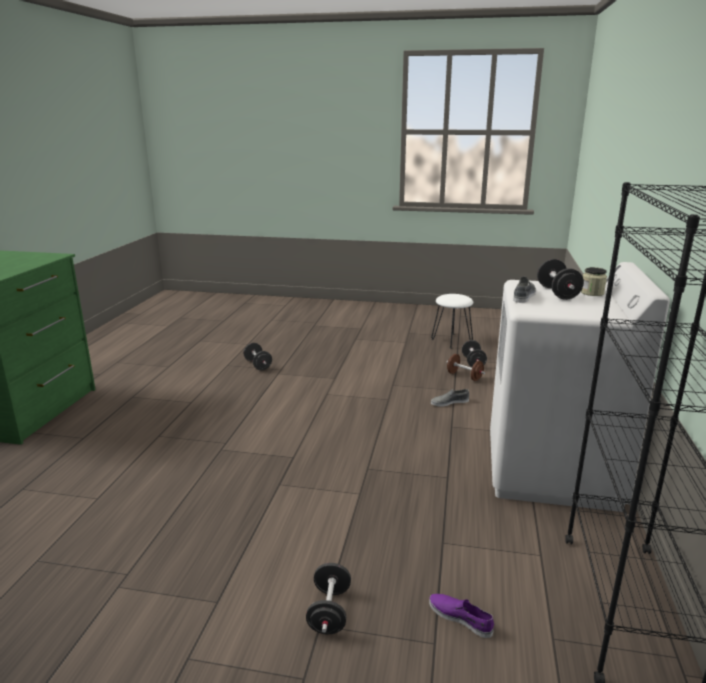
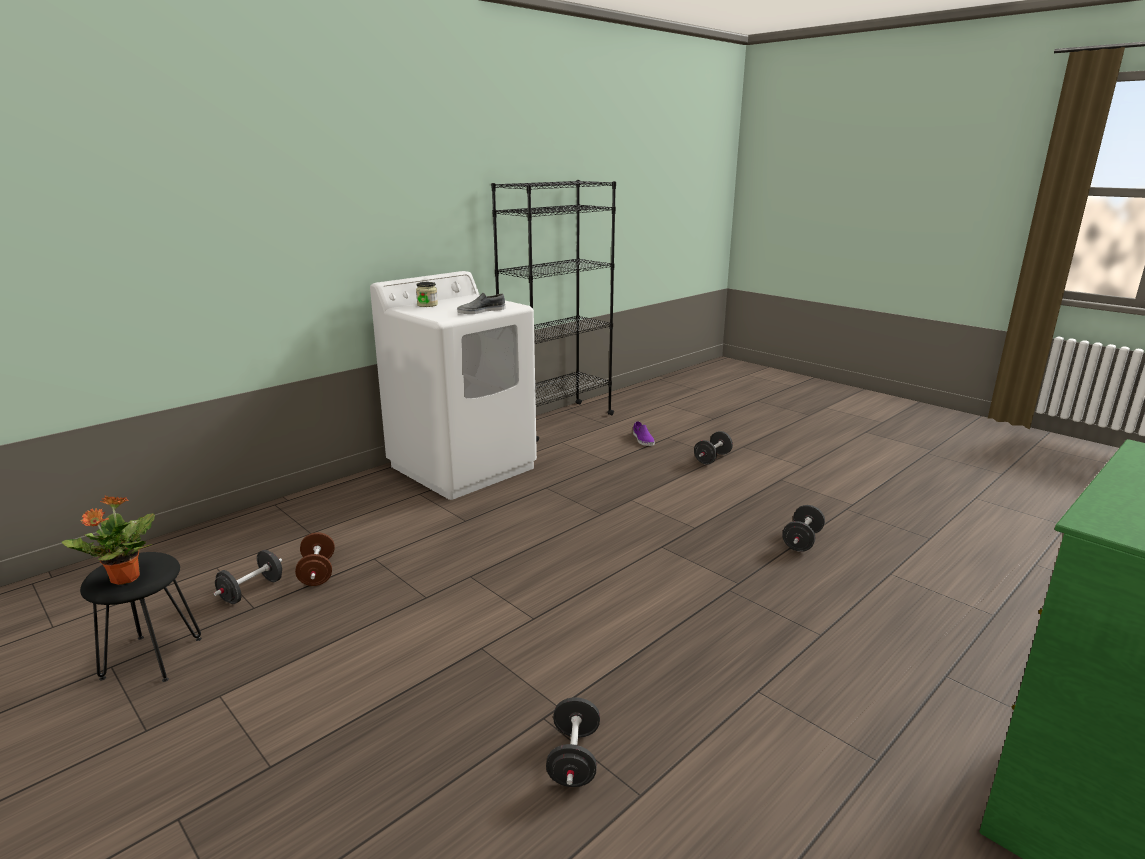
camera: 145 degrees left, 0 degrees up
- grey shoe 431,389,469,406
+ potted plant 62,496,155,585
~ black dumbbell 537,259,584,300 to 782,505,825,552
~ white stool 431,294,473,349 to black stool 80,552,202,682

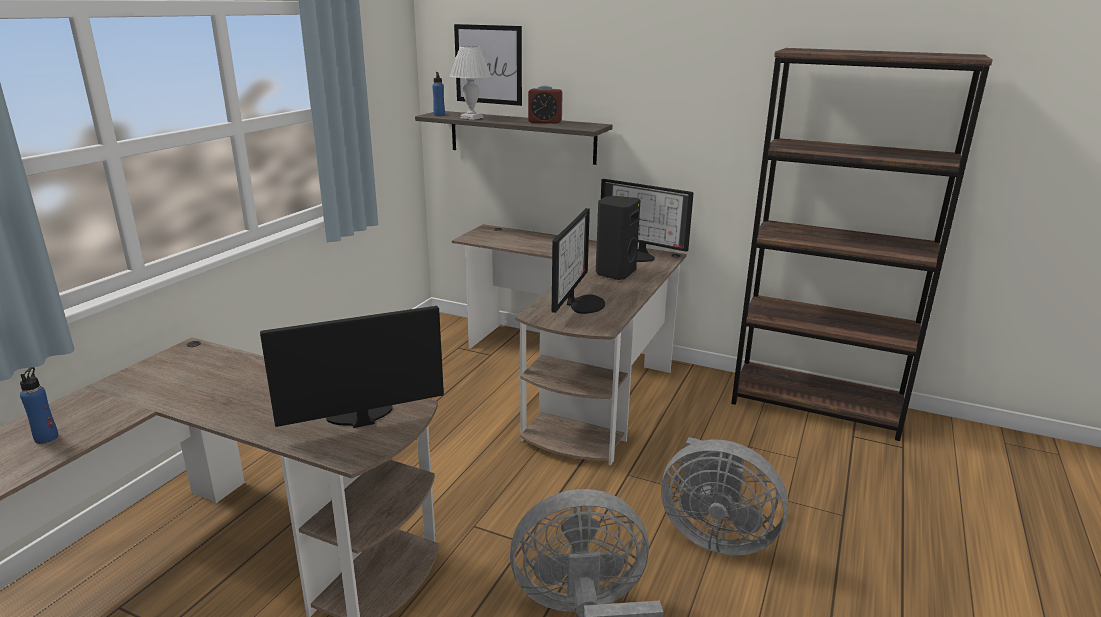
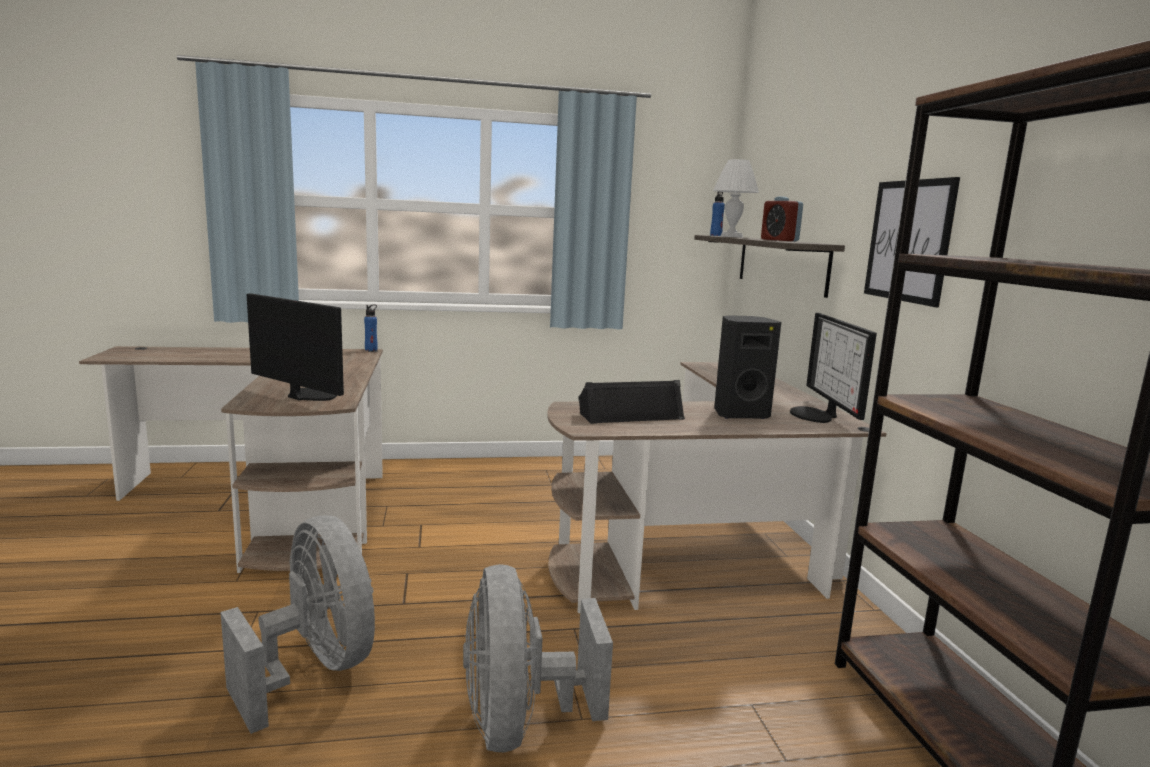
camera: 55 degrees right, 10 degrees down
~ blue bottle 20,367,58,444 to 364,304,378,351
~ picture 454,24,522,106 to 864,177,960,307
~ monitor 552,208,605,314 to black speaker 578,380,685,424

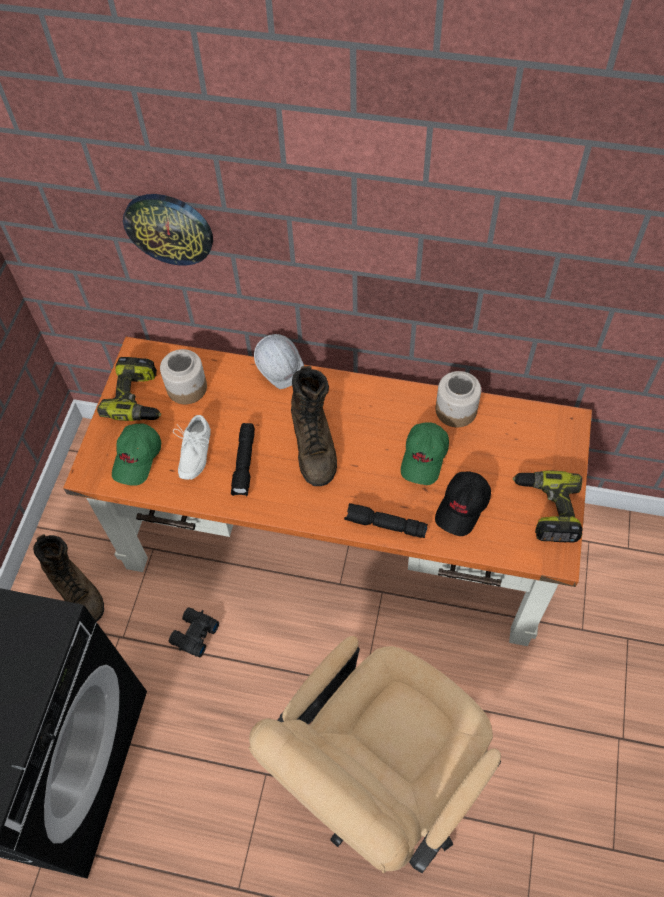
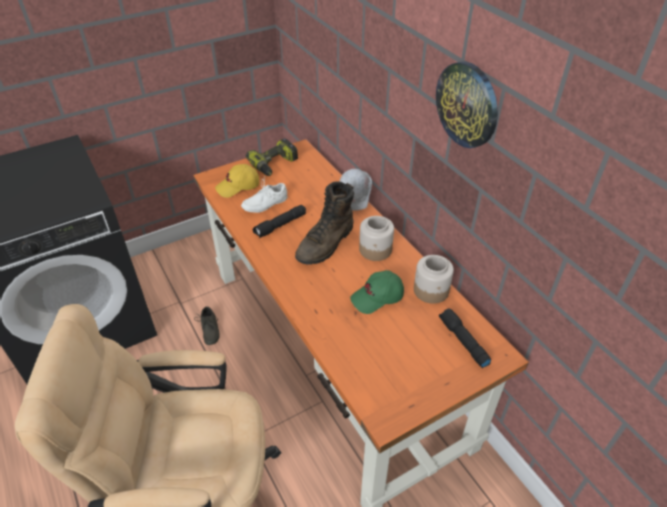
camera: 45 degrees right, 15 degrees down
- brown boot 33,534,104,622
- black cap 435,472,491,536
- power drill 513,470,583,543
~ wall clock 123,194,213,265 to 436,61,498,148
~ jar 160,349,207,404 to 359,216,394,261
~ black flashlight 344,503,428,538 to 439,308,492,368
~ black binoculars 169,607,219,657 to grey shoe 194,307,220,345
~ green cap 112,424,161,486 to yellow cap 215,164,259,198

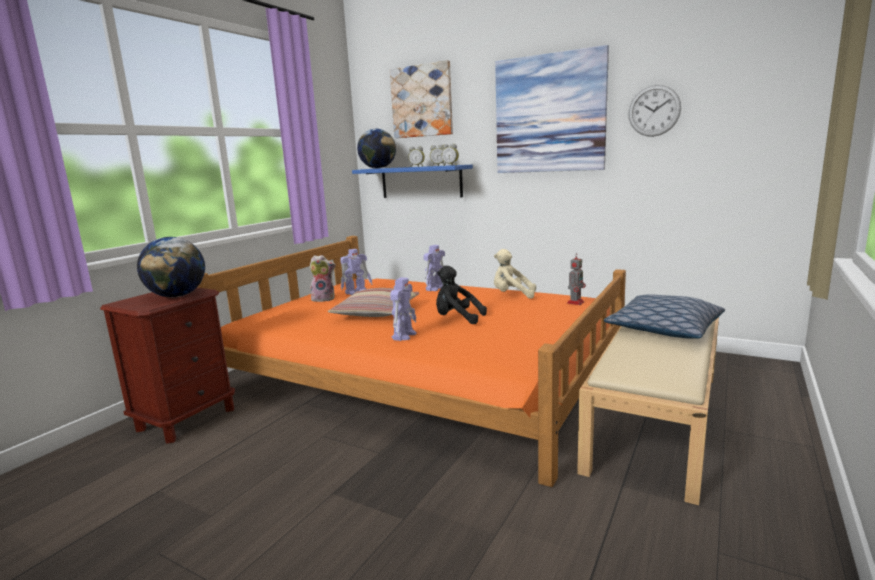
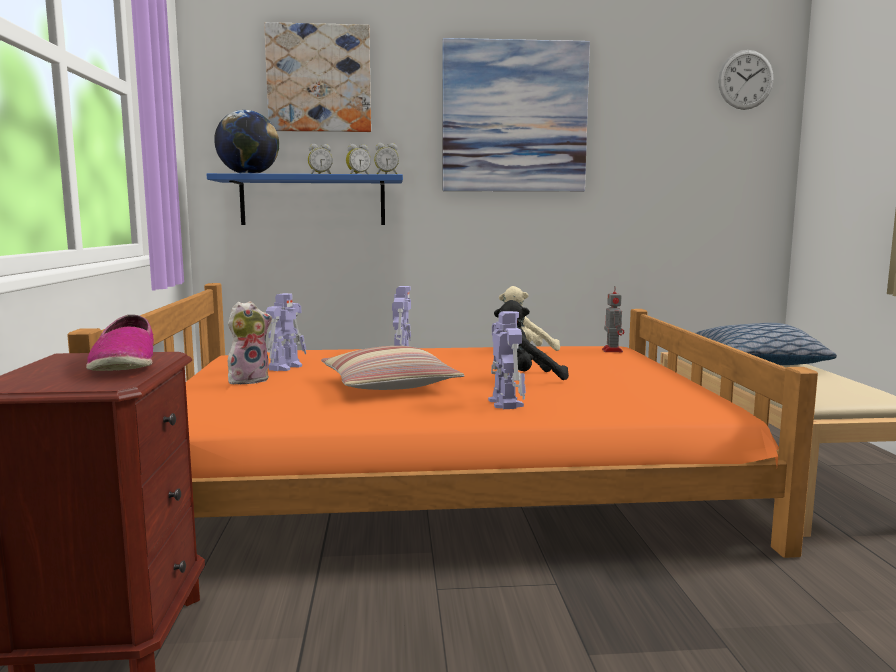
camera: 35 degrees left, 5 degrees down
~ wall clock 628,85,681,137 to 718,50,774,110
~ globe 137,237,205,297 to shoe 86,315,154,371

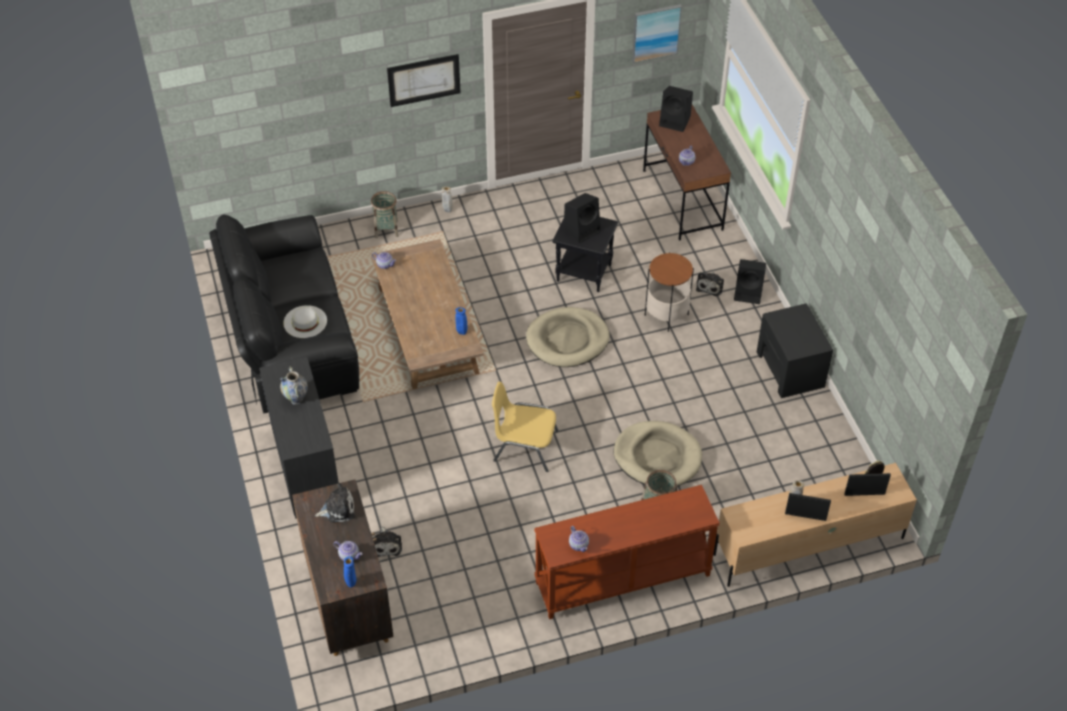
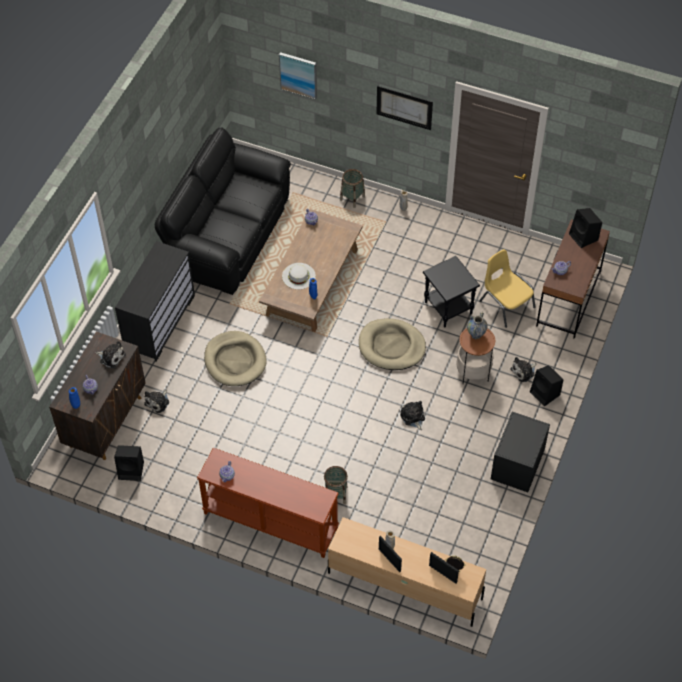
camera: 40 degrees right, 5 degrees up
+ plush toy 400,401,425,430
~ vase 280,366,308,405 to 467,312,487,340
~ white hat 283,305,327,338 to 282,263,316,289
~ yellow chair 492,382,558,472 to 479,249,536,328
~ black speaker 564,193,601,243 to 114,445,144,481
~ beige dog bed 613,421,702,486 to 204,331,267,386
~ picture 632,4,682,63 to 279,52,317,100

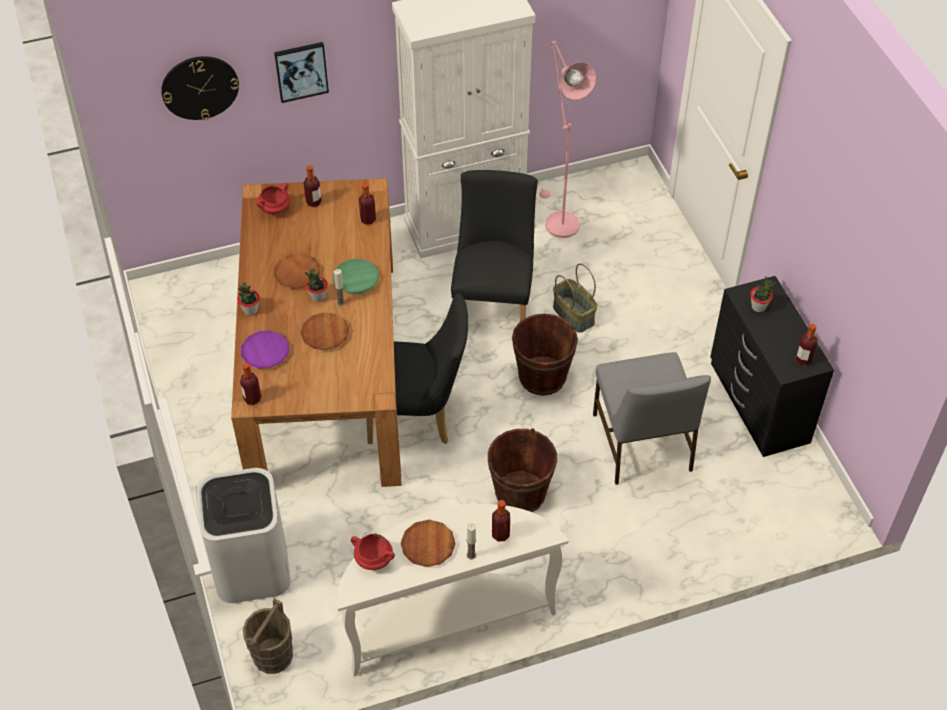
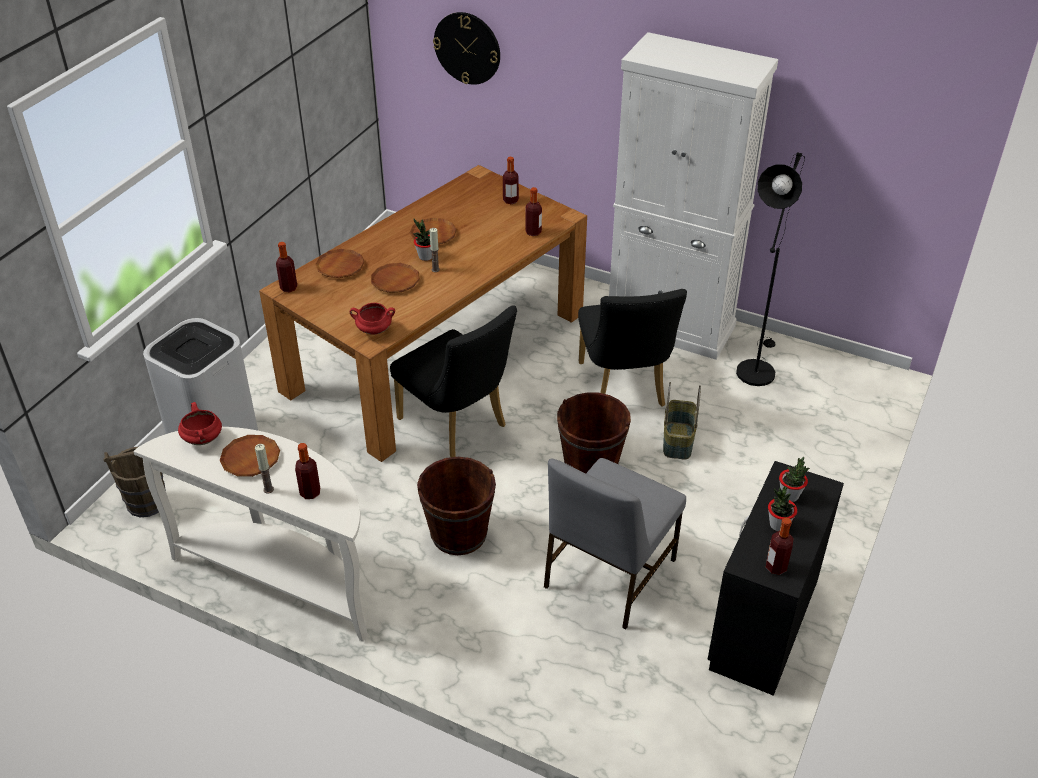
camera: 45 degrees right, 10 degrees down
- picture 274,42,329,103
- green plate 333,259,379,294
~ potted plant 237,282,260,316 to 768,486,797,531
~ red cooking pot 257,183,290,214 to 350,303,395,335
~ purple plate 241,330,289,369 to brown plate 315,249,365,278
~ pink floor lamp 538,41,596,238 to black floor lamp 736,152,805,386
~ black chair 451,170,538,322 = 578,289,687,407 120 degrees clockwise

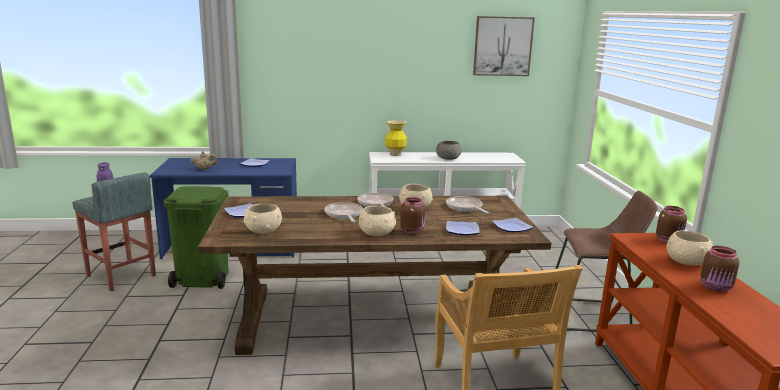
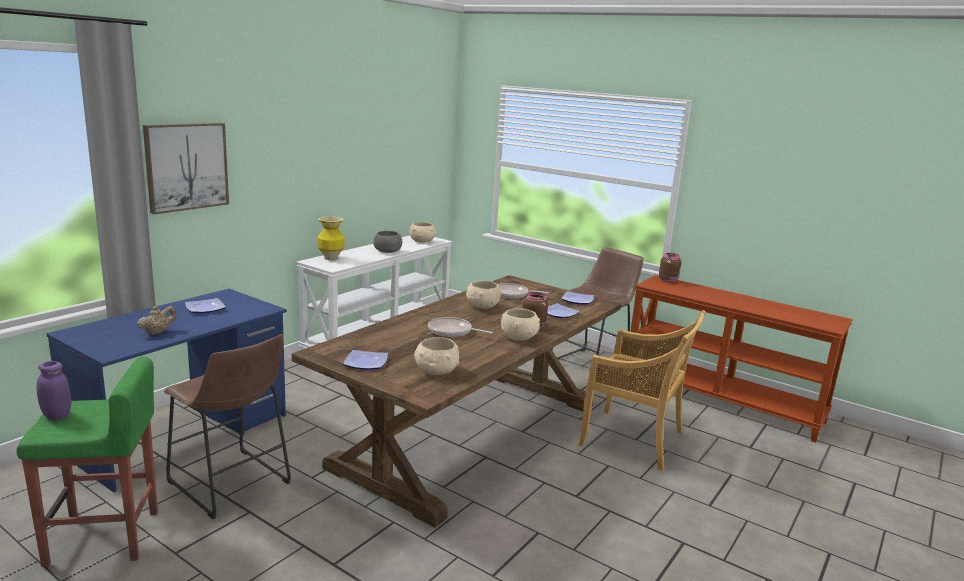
camera: 50 degrees left, 0 degrees up
- frying pan 358,193,394,207
- brown jar 700,246,739,292
~ picture 473,16,535,76 to 143,123,229,214
~ beige bowl 667,230,713,266 to 409,222,436,243
~ green trash can 163,186,229,289 to brown stool 164,334,291,519
~ grey stool 73,173,156,291 to green stool 16,357,158,567

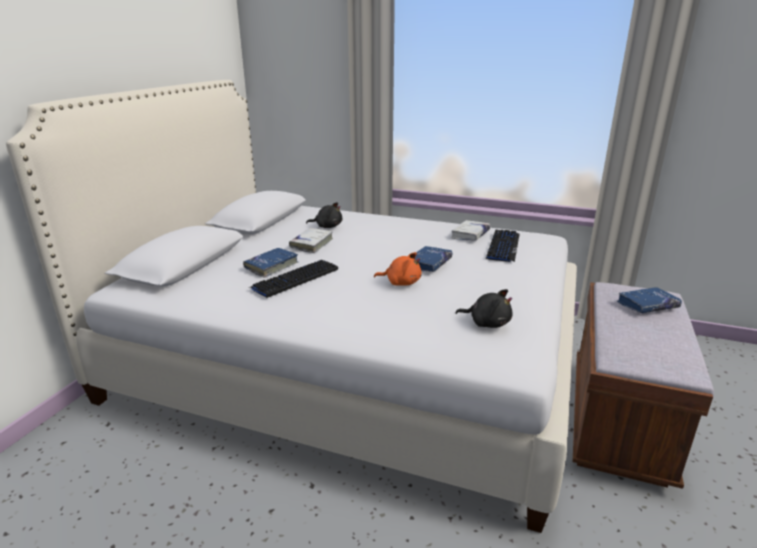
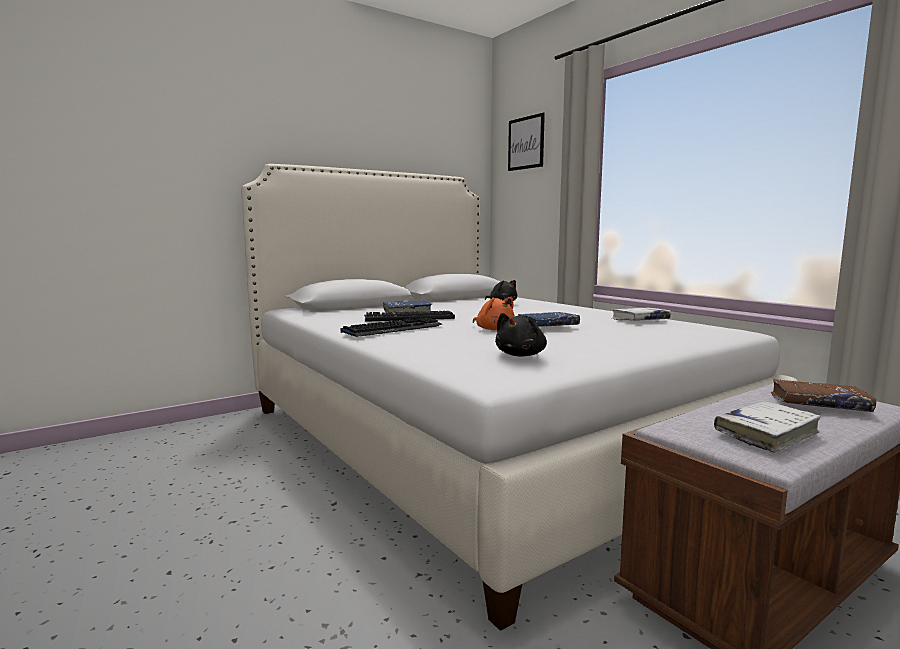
camera: 35 degrees right, 15 degrees down
+ picture 508,113,545,171
~ white book 289,228,333,253 to 714,401,821,452
~ keyboard 486,230,520,262 to 340,318,443,337
~ blue book 617,287,682,313 to brown book 770,379,876,412
~ black plush toy 456,289,512,328 = 495,313,547,357 60 degrees clockwise

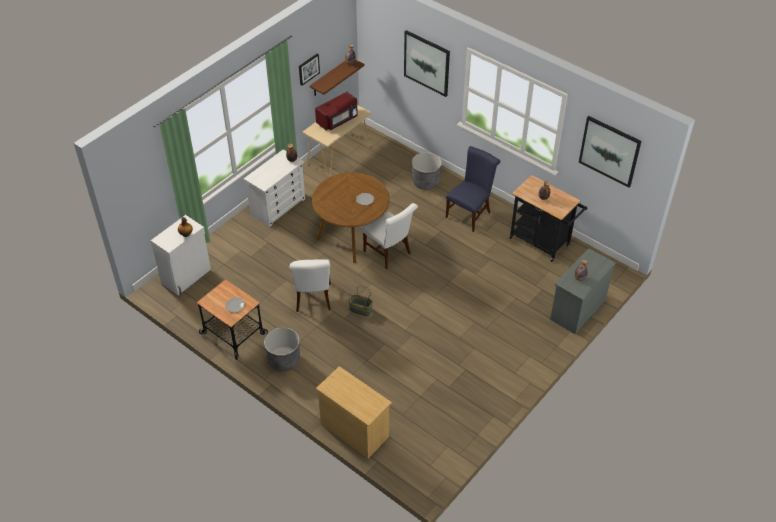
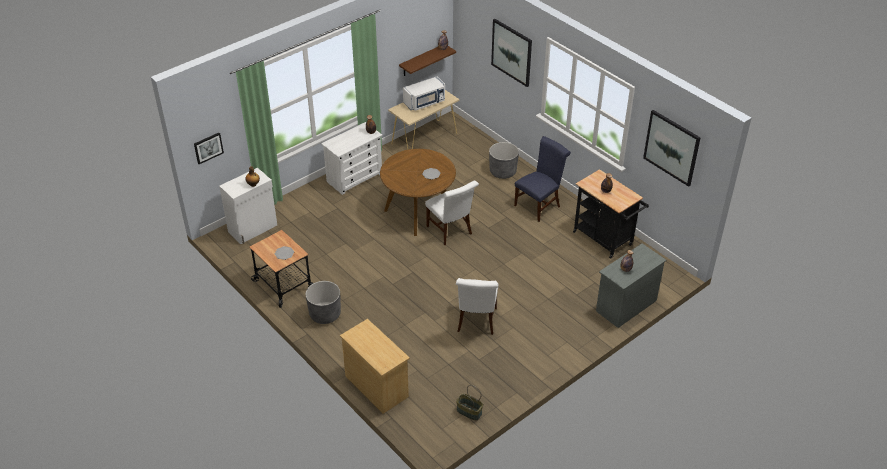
camera: 10 degrees right, 5 degrees down
~ white chair 289,259,331,312 to 456,278,498,335
~ picture 299,53,320,86 to 194,133,224,164
~ basket 348,285,373,316 to 456,385,483,421
~ red microwave 315,92,358,130 to white microwave 403,76,445,111

